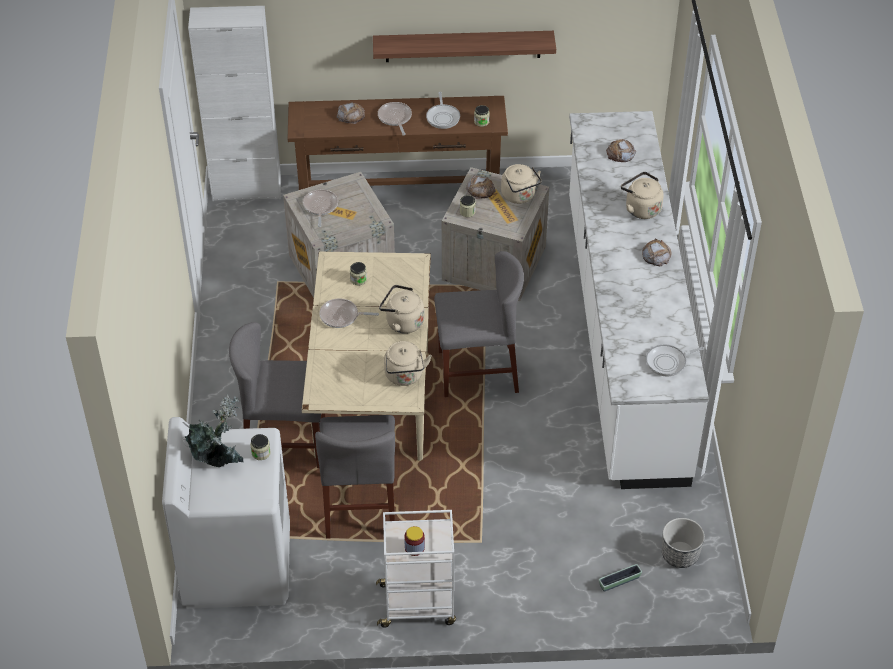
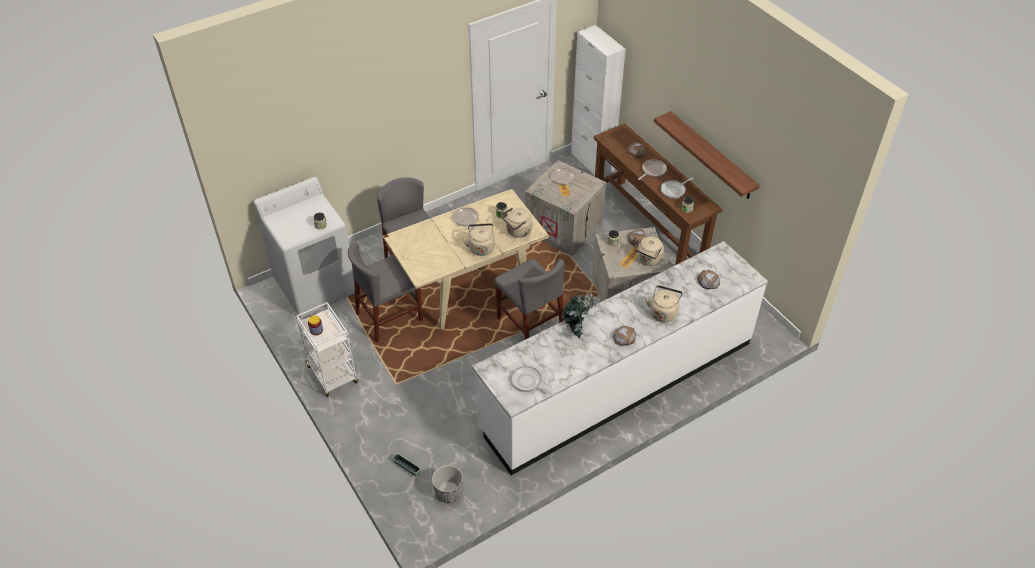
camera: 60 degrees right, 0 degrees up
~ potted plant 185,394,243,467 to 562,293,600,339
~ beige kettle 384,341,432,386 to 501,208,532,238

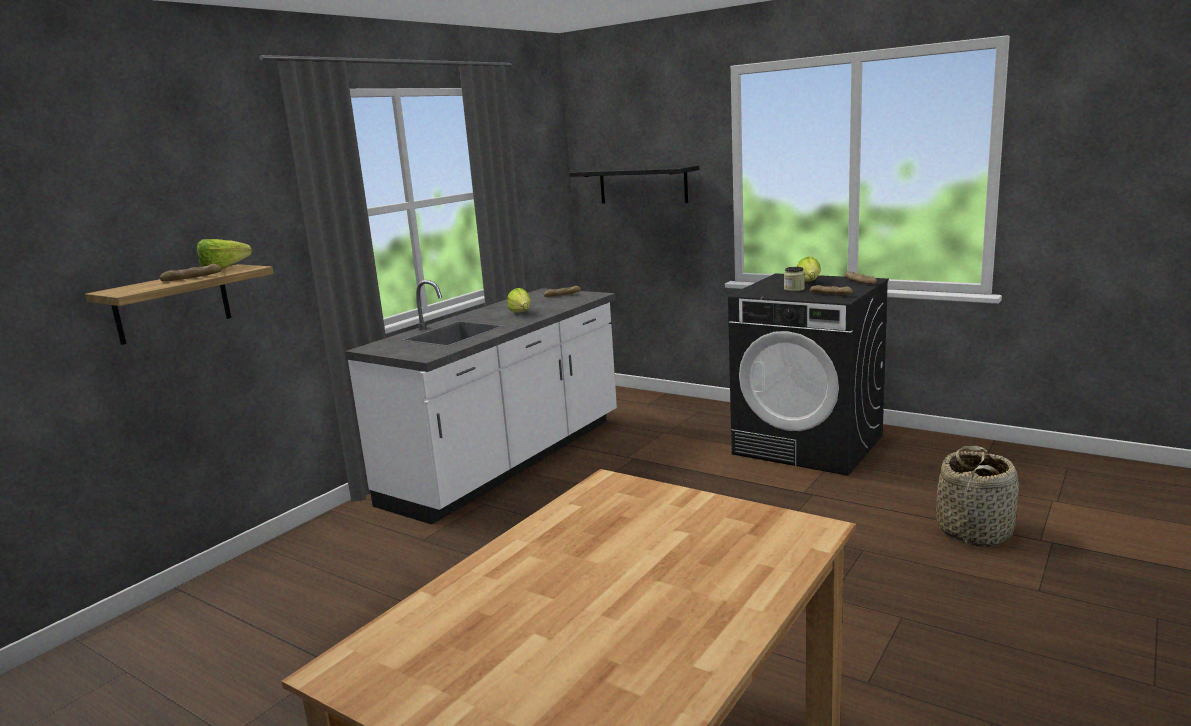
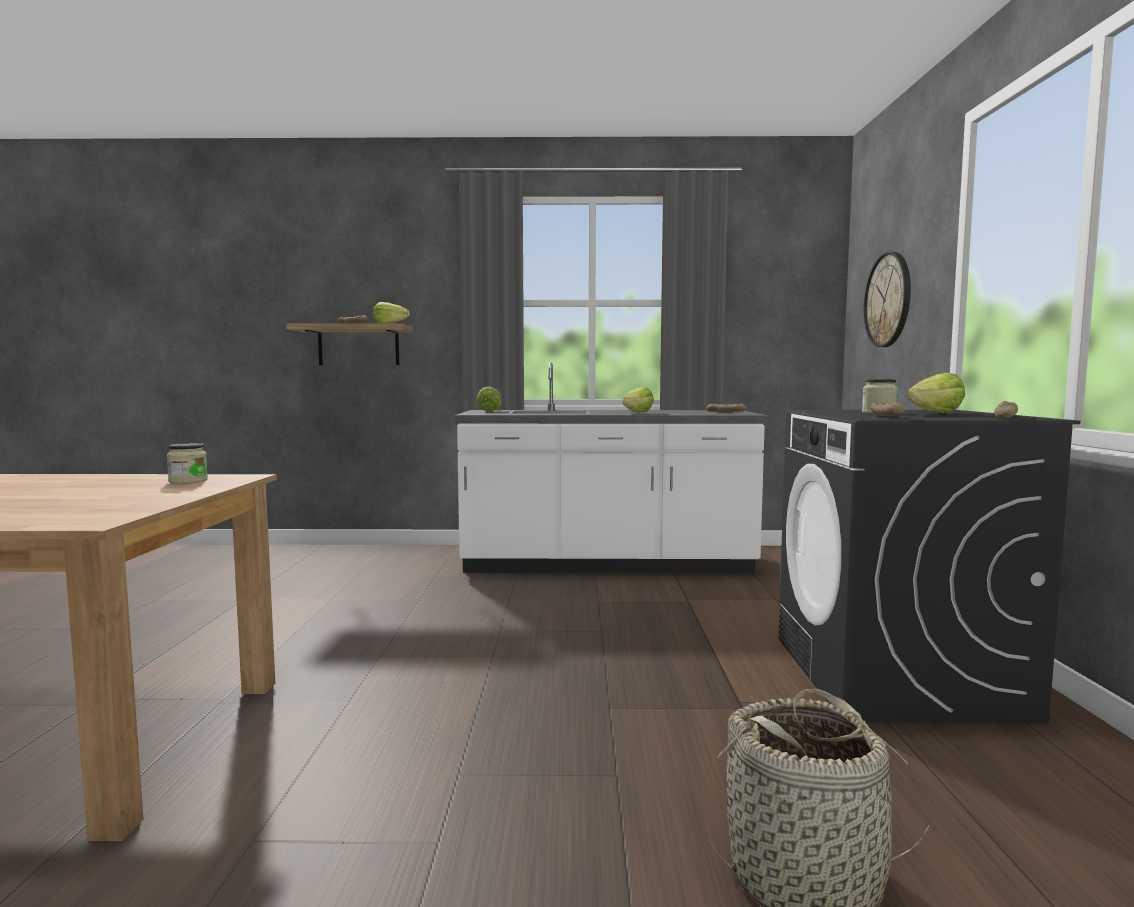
camera: 55 degrees right, 10 degrees down
+ jar 167,443,208,484
+ lettuce 477,386,501,411
~ black shelf 569,166,699,204 to wall clock 864,252,911,347

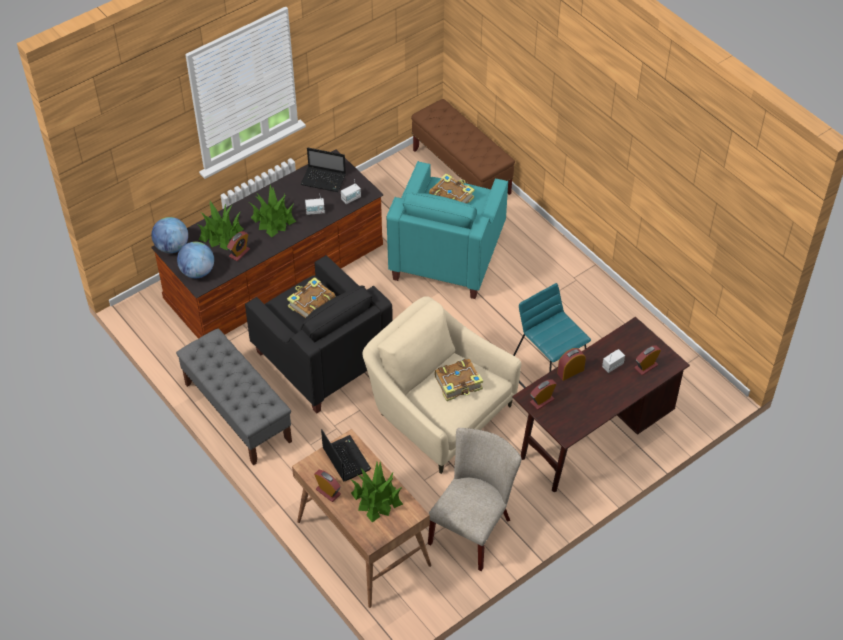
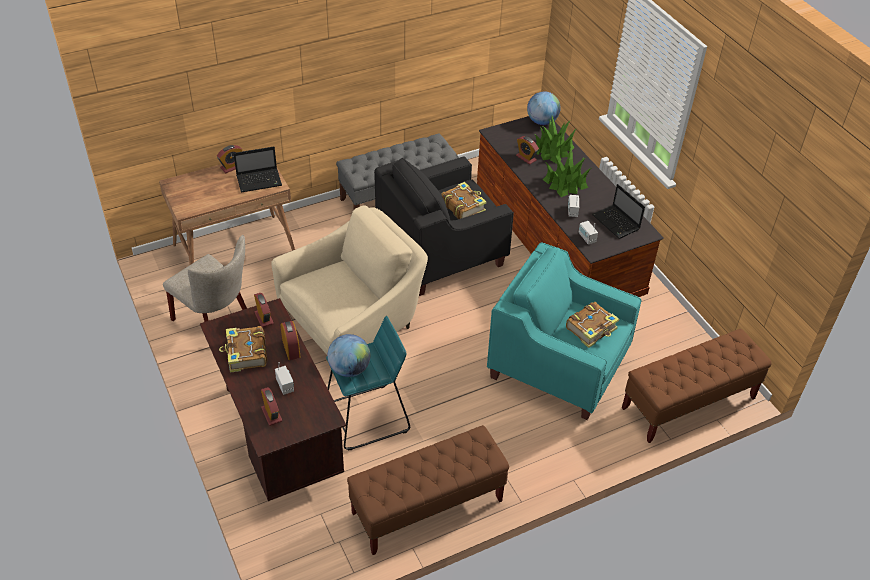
camera: 100 degrees right, 5 degrees down
- potted plant 350,462,403,522
+ brown bench 347,425,509,555
~ globe 177,242,214,278 to 327,334,370,377
~ book 435,359,483,401 to 219,326,267,373
~ laptop 300,147,346,192 = 592,184,645,239 60 degrees counterclockwise

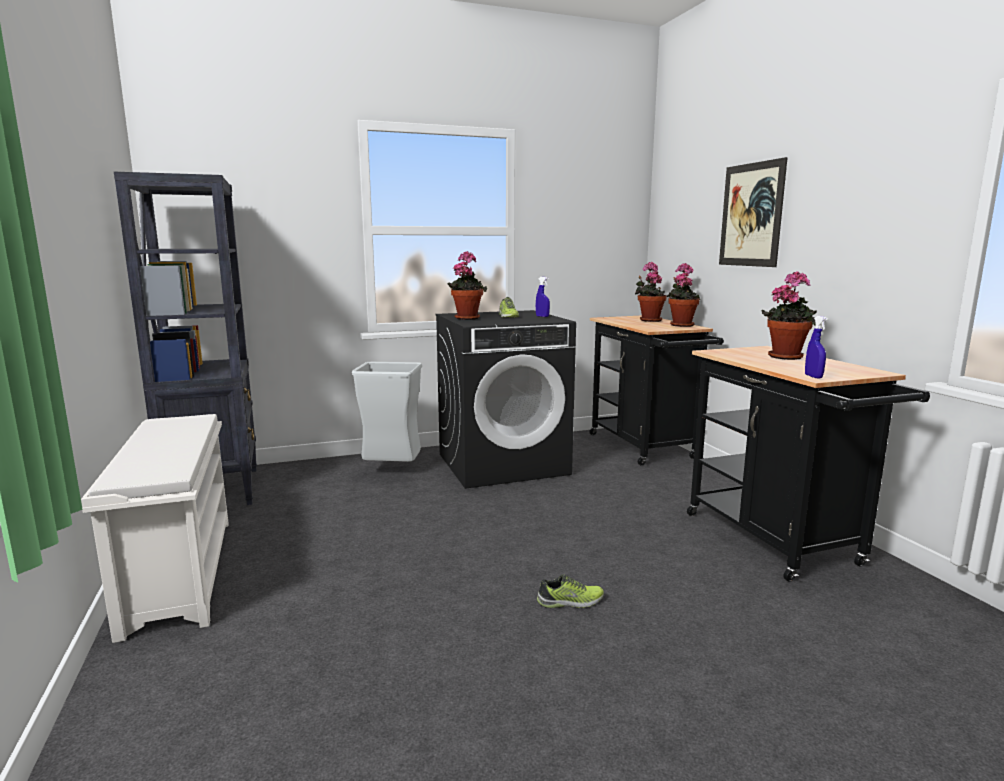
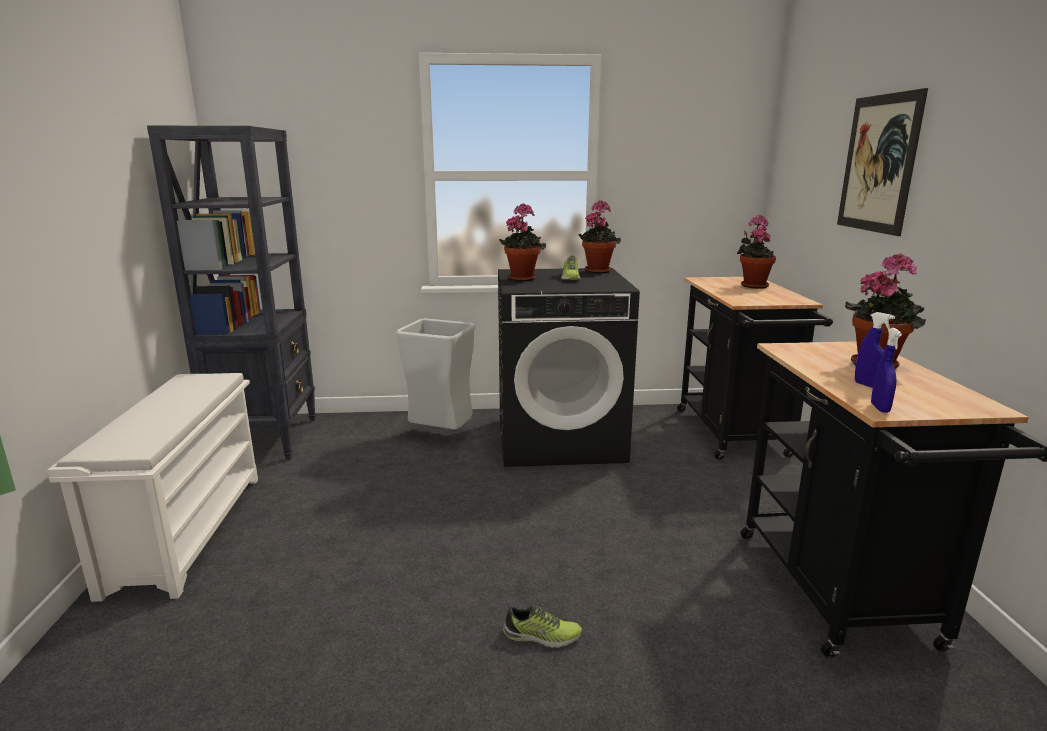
camera: 15 degrees right, 5 degrees up
~ blue spray bottle 536,277,550,317 to 855,312,895,388
~ potted plant 667,263,701,327 to 578,200,621,273

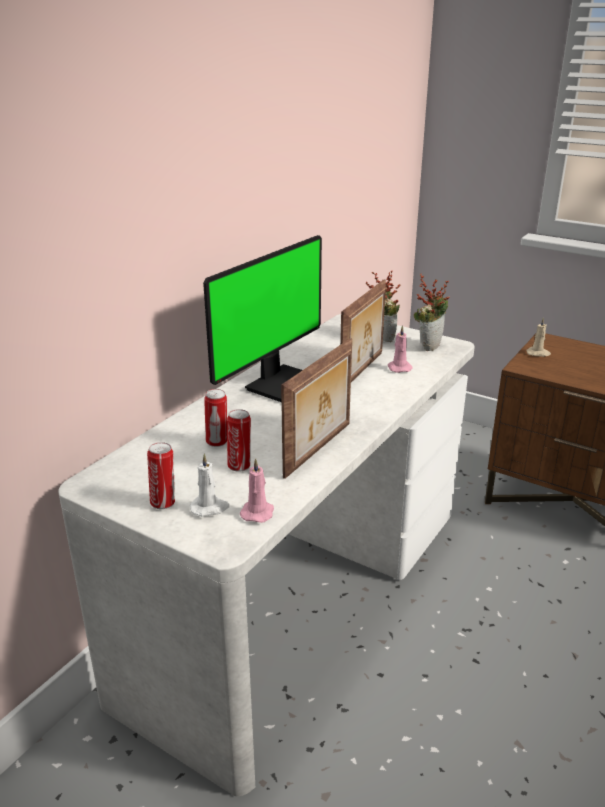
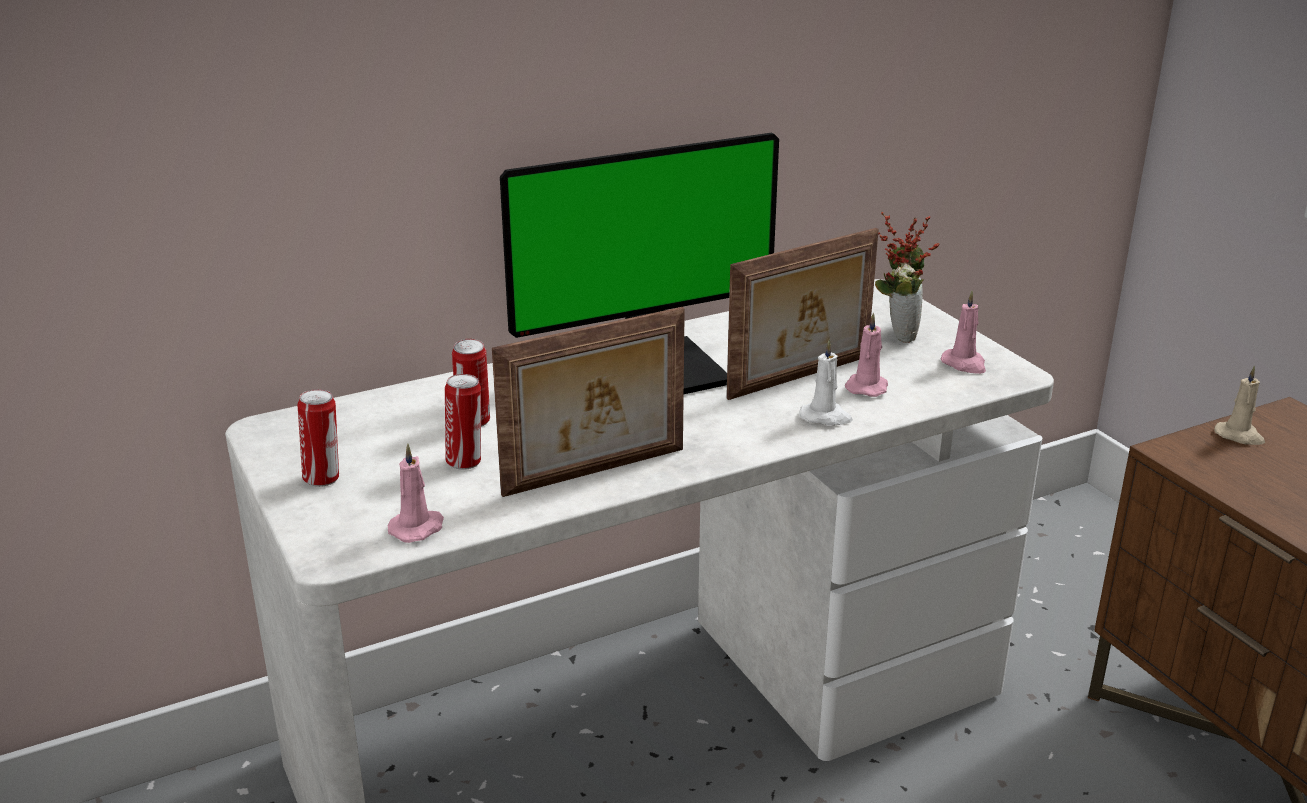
camera: 30 degrees right, 0 degrees up
~ white candle 190,453,230,517 to 799,339,853,426
~ potted plant 414,273,450,351 to pink candle 941,291,986,374

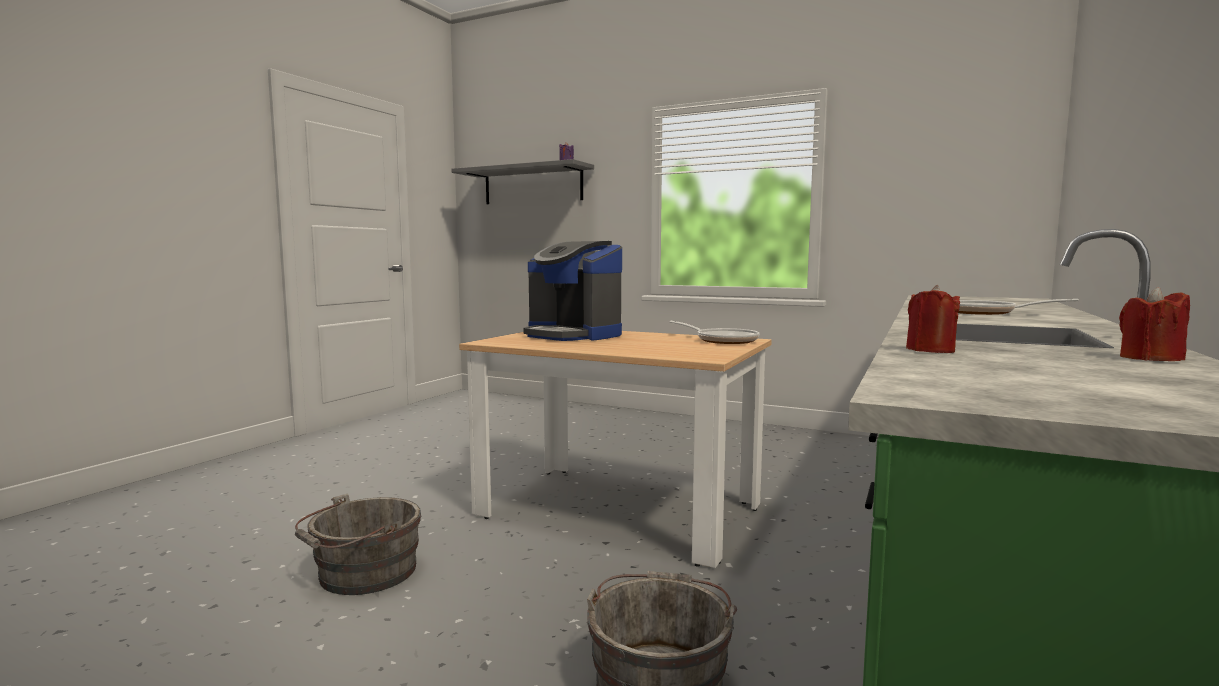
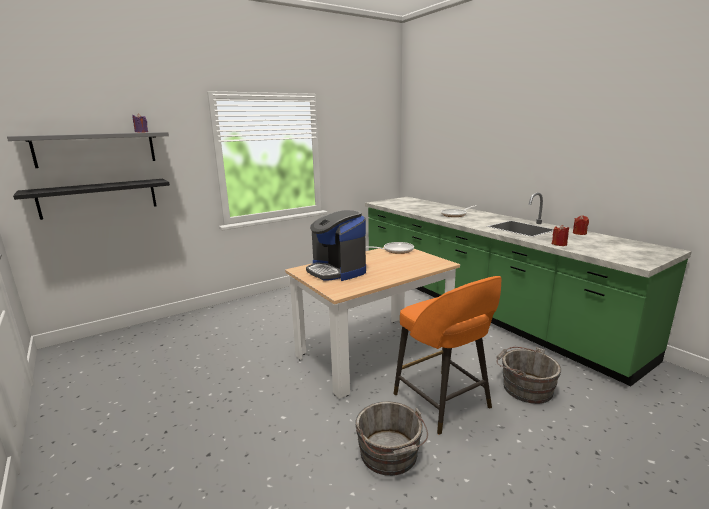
camera: 60 degrees left, 10 degrees up
+ black shelf 13,179,170,220
+ orange stool 394,276,502,435
~ coffee machine 523,241,622,341 = 306,210,366,281 75 degrees clockwise

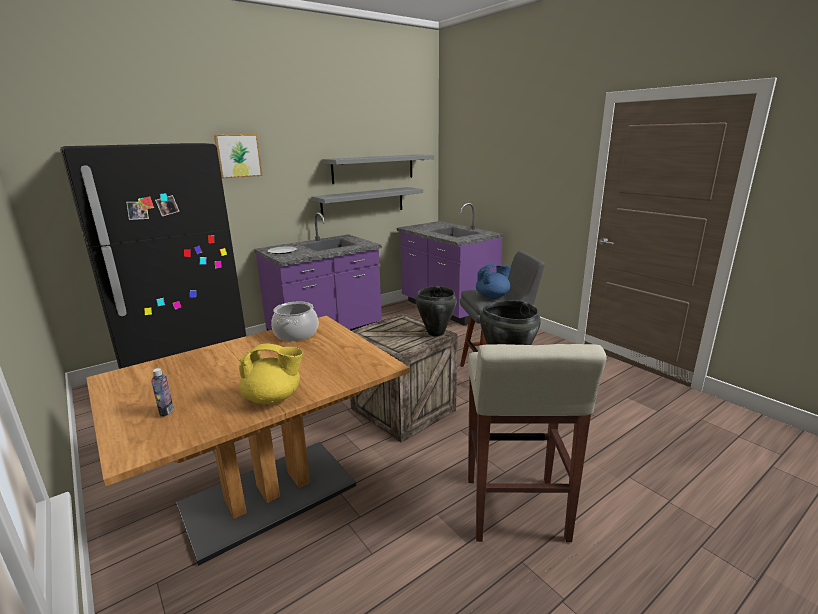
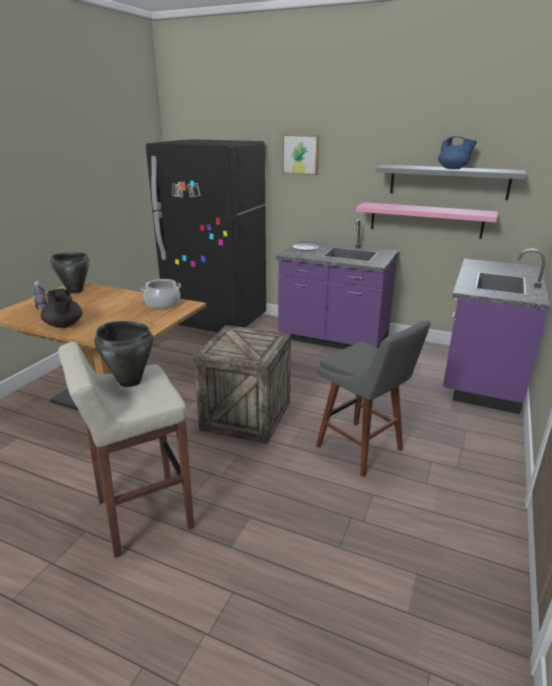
camera: 60 degrees right, 5 degrees up
~ black cooking pot 416,286,457,336 to 50,253,90,294
~ blue teapot 476,264,511,299 to 438,136,477,169
~ yellow teapot 239,343,303,404 to black teapot 41,288,82,328
~ grey shelf 311,187,423,219 to pink shelf 356,202,498,239

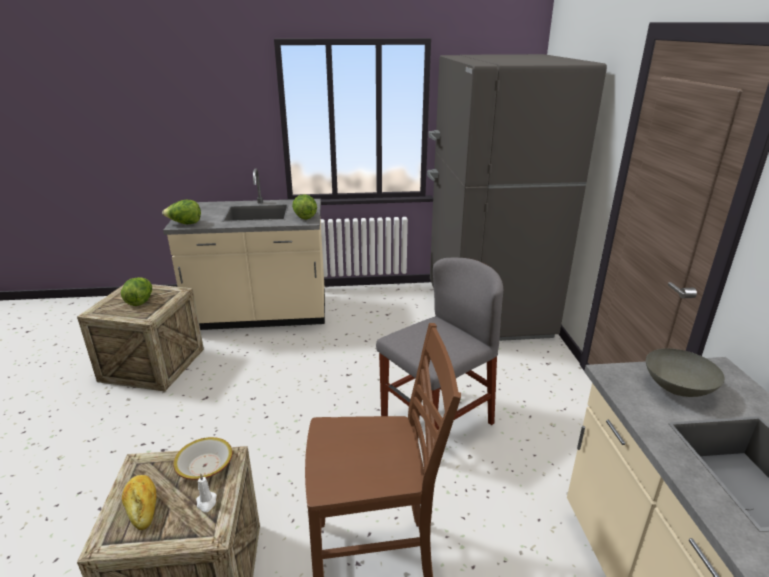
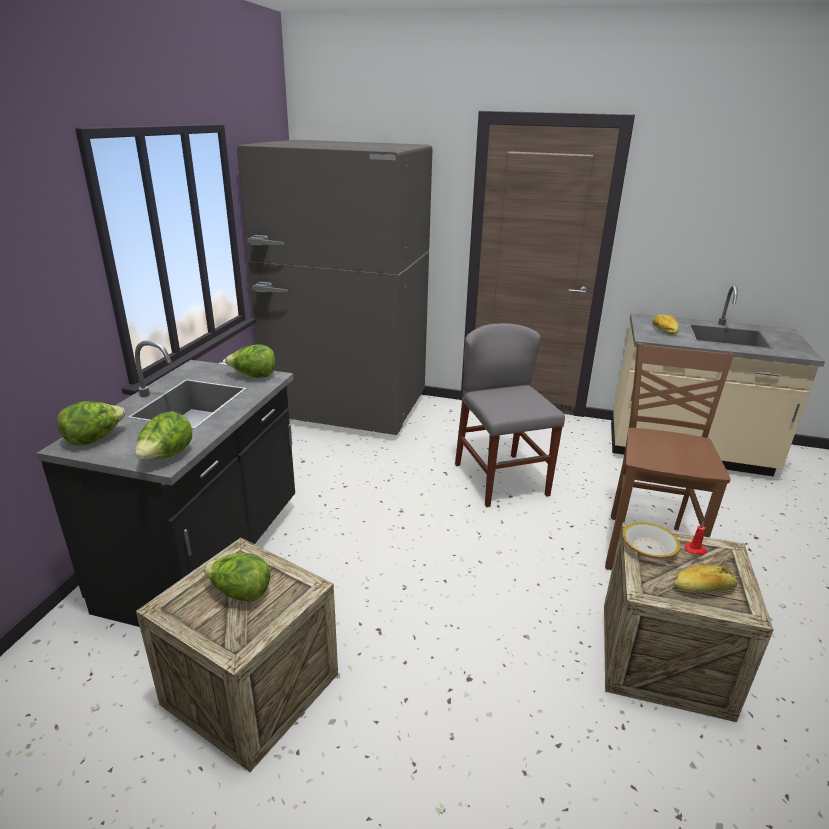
camera: 70 degrees left, 0 degrees up
+ lettuce 57,401,125,446
~ grey bowl 646,348,725,397 to bread 652,314,679,335
~ beige counter 163,168,325,330 to black counter 36,341,295,627
~ white candle 196,473,217,512 to red candle 685,521,707,555

